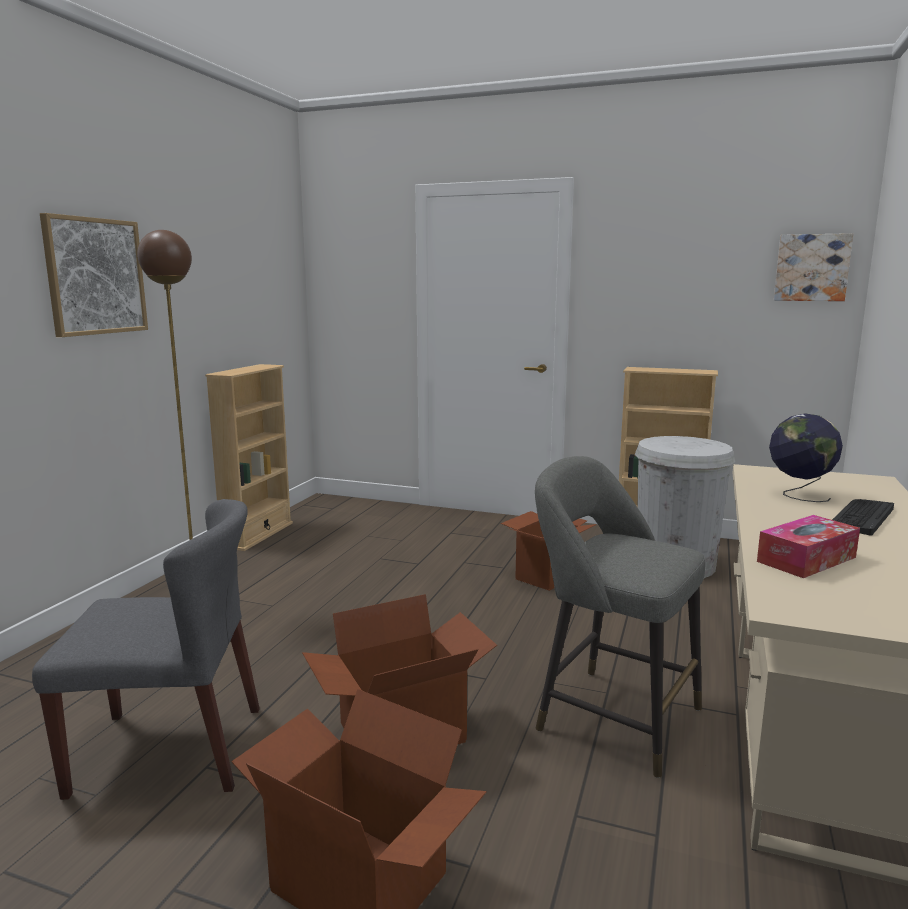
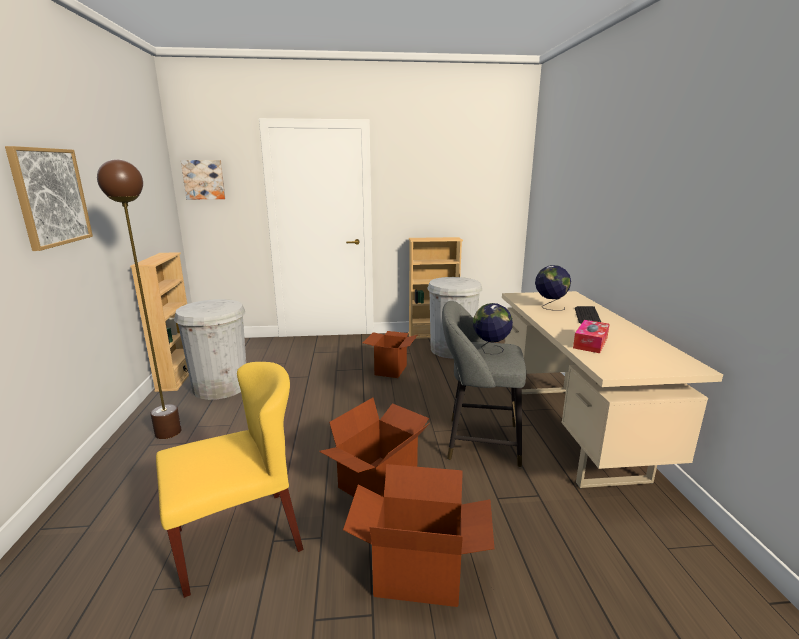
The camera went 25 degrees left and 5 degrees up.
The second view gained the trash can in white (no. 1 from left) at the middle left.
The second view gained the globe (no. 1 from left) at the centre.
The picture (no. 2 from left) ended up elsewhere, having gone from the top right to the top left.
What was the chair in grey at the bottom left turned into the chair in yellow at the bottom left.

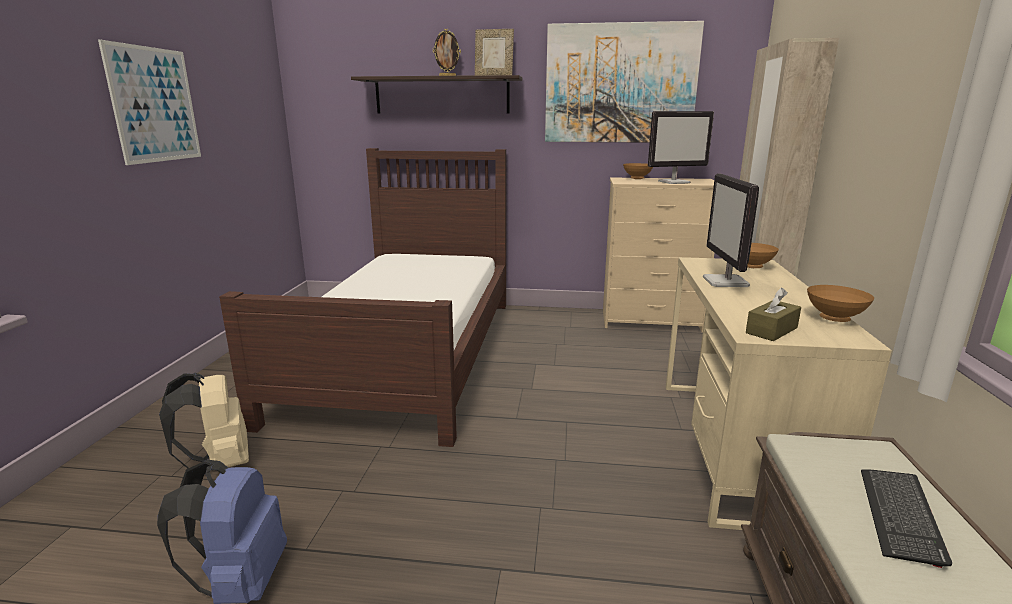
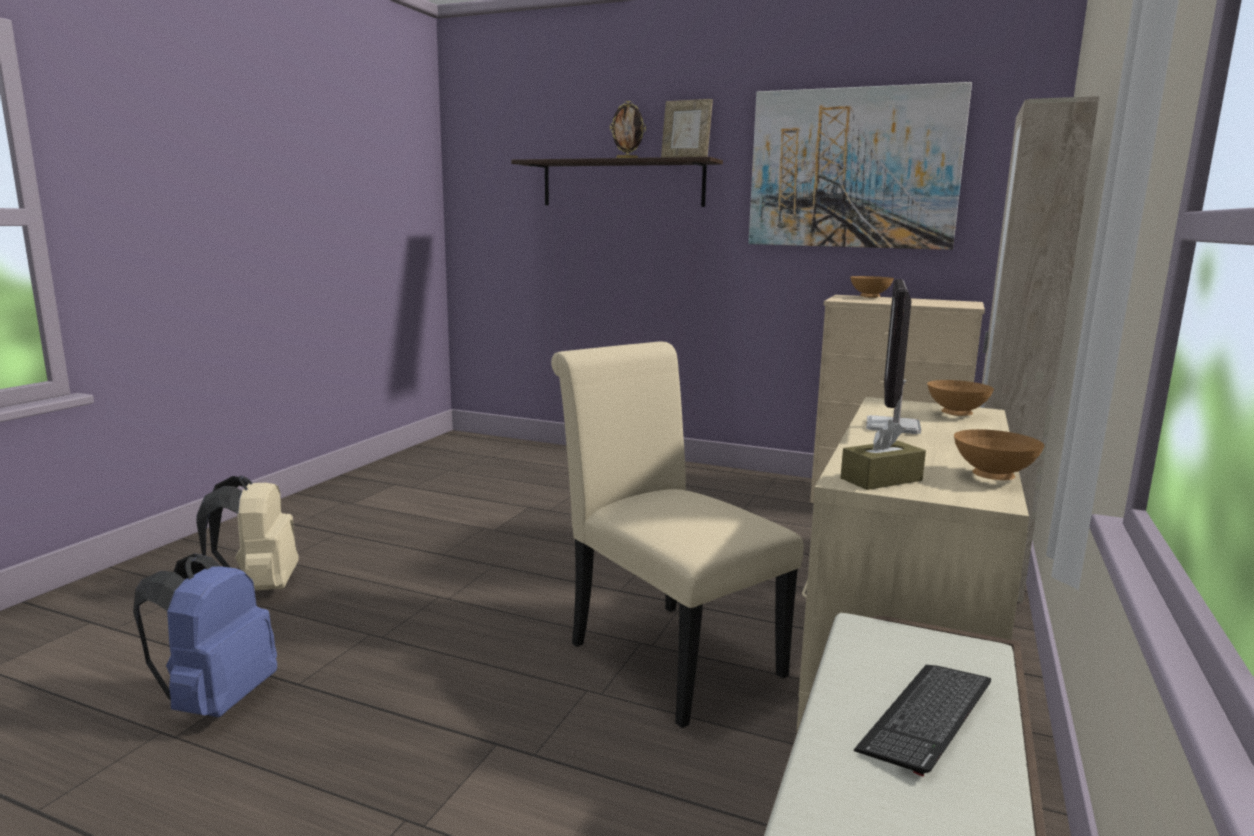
The camera went 15 degrees right and 5 degrees down.
The second view lost the picture (no. 1 from left) at the top left.
The second view lost the bed in brown at the centre.
The second view lost the monitor (no. 1 from left) at the top right.
The second view gained the chair in beige at the centre.

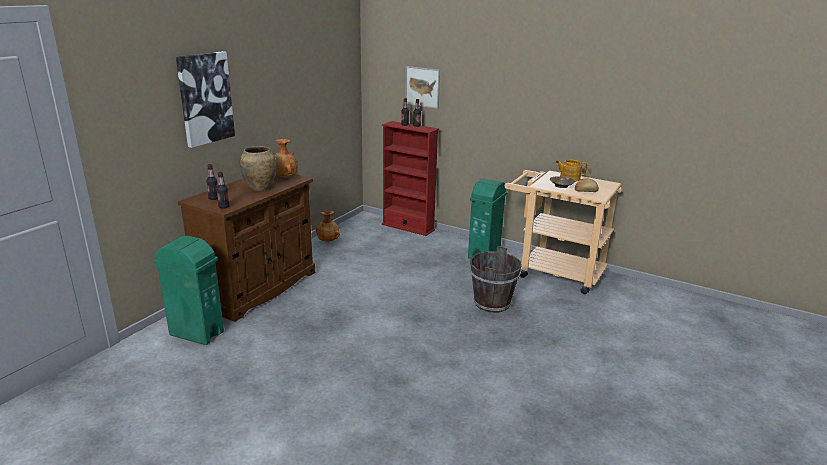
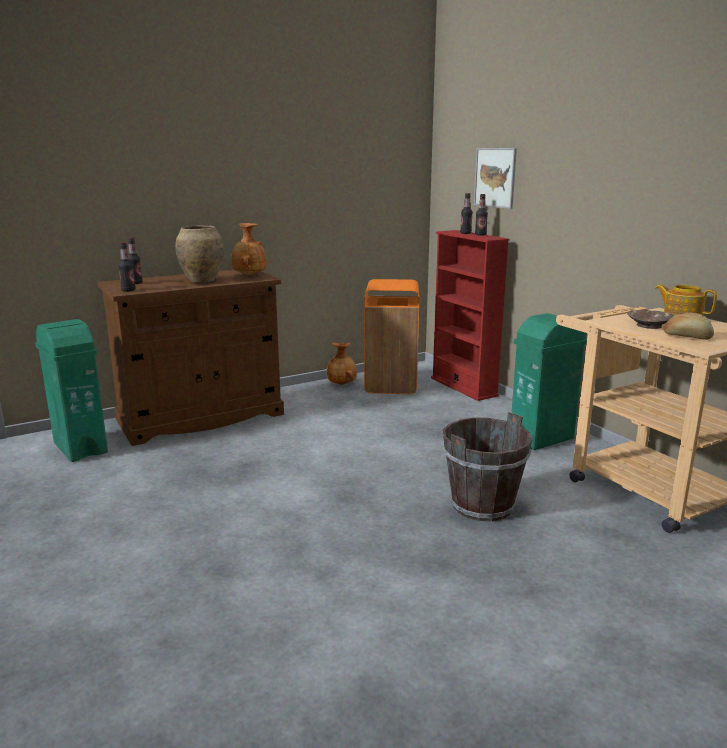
The camera went 30 degrees right and 5 degrees down.
The second view lost the picture (no. 1 from left) at the top left.
The second view gained the trash can in orange at the centre.

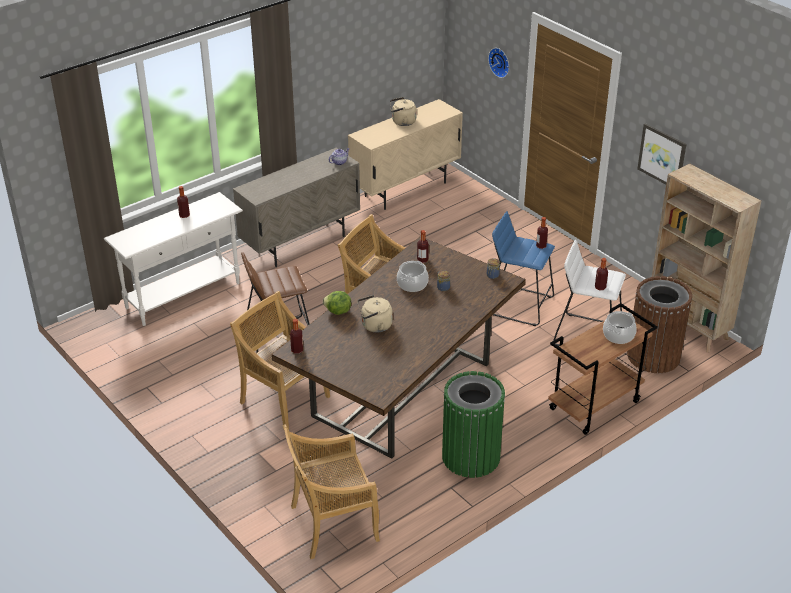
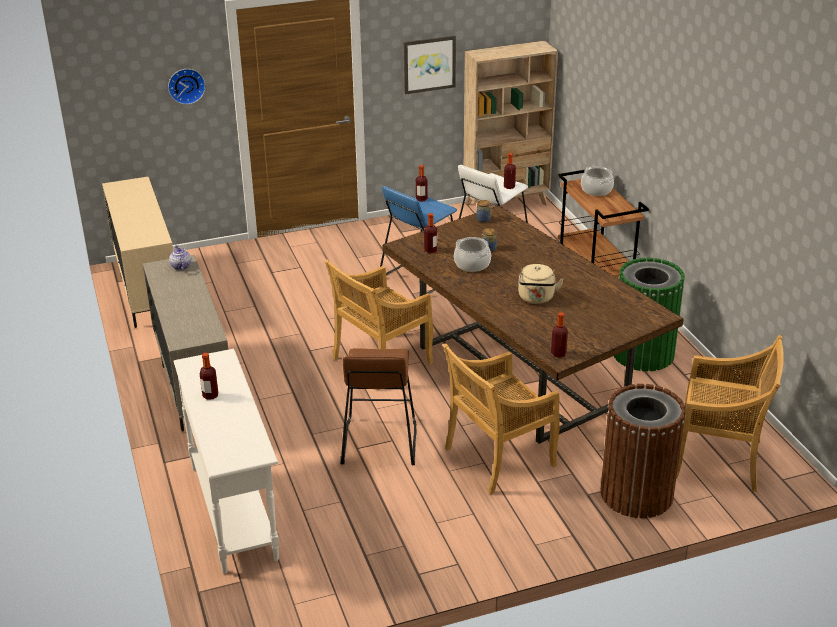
The camera went 70 degrees left and 5 degrees down.
The second view lost the lettuce at the centre.
The second view lost the kettle in beige (no. 2 from left) at the top centre.
The trash can in brown ended up elsewhere, having gone from the middle right to the bottom right.
The chair in beige (no. 2 from left in the first image) at the bottom centre ended up facing another way, 75 degrees counterclockwise from before.

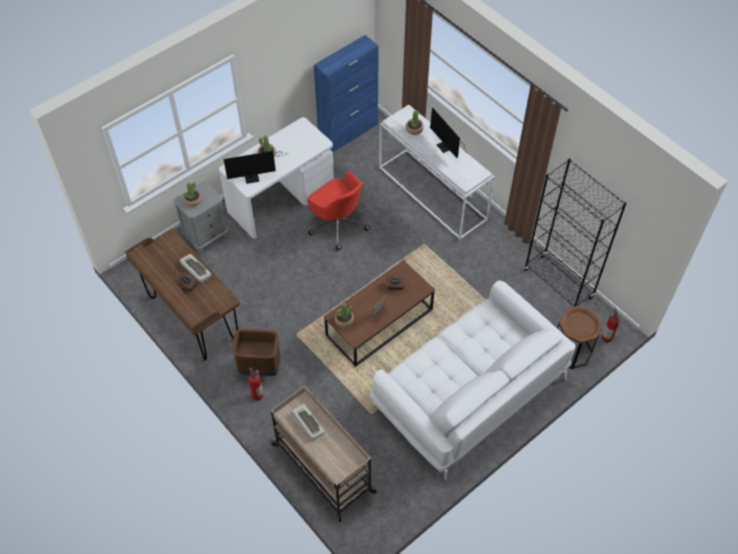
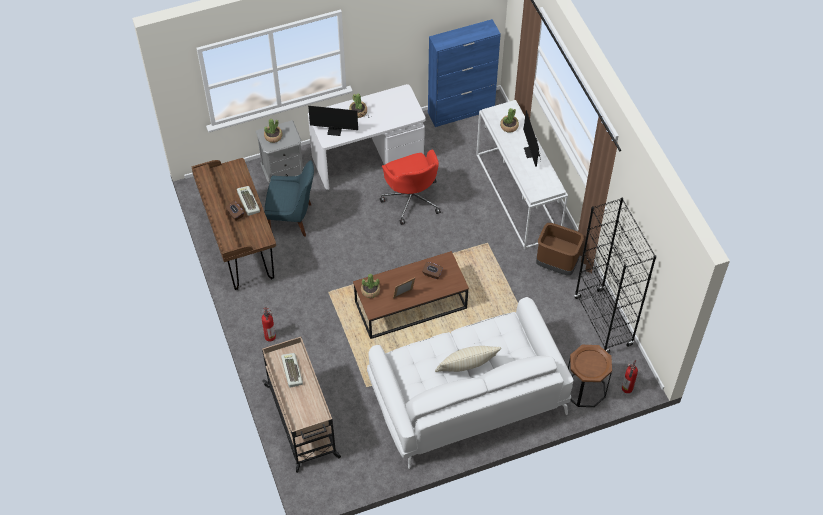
The camera went 20 degrees right and 0 degrees up.
The second view gained the chair in blue at the centre.
The second view gained the pillow in beige at the bottom centre.
The trash can in brown ended up elsewhere, having gone from the centre to the middle right.

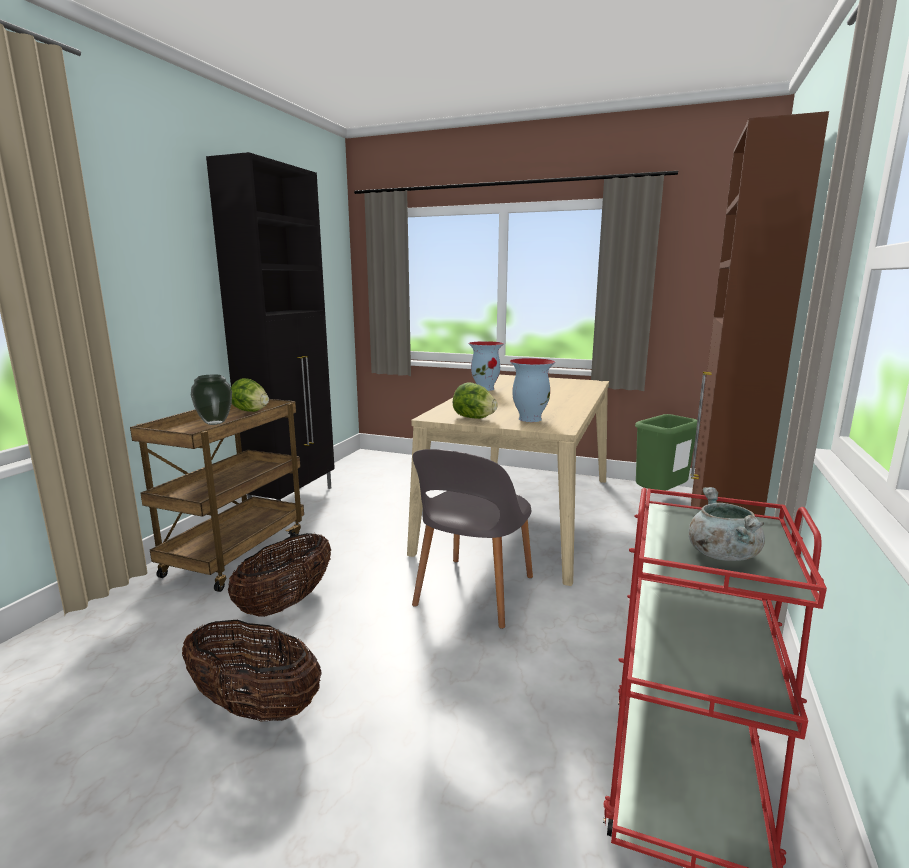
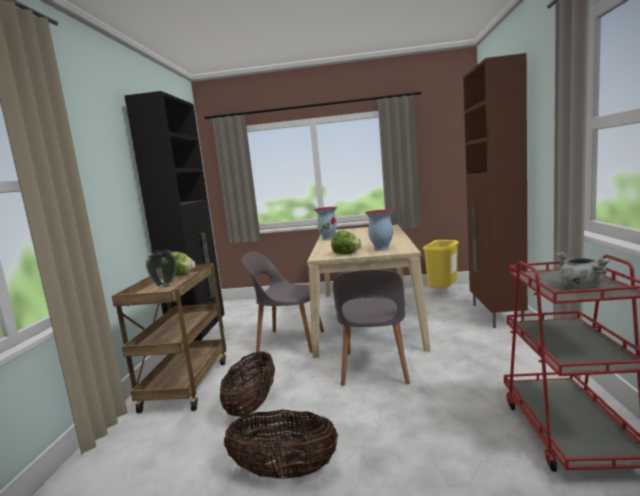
The camera went 15 degrees left and 5 degrees down.
The second view gained the chair in grey (no. 1 from left) at the centre.
What was the trash can in green at the middle right turned into the trash can in yellow at the middle right.

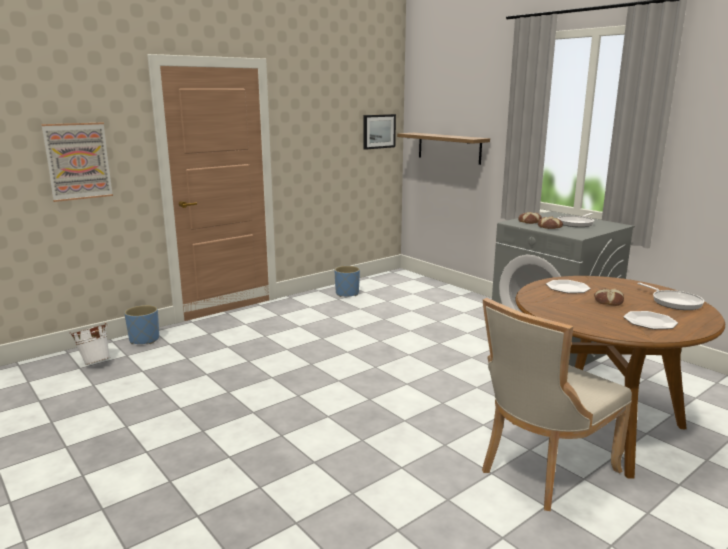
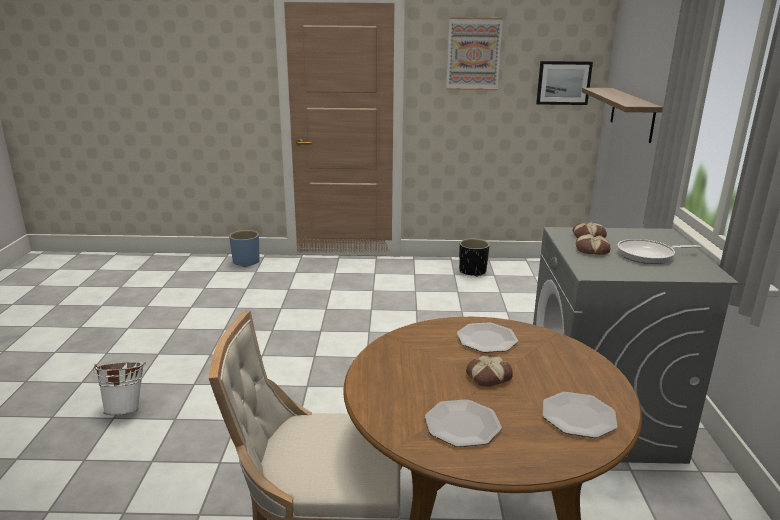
The camera went 40 degrees right and 5 degrees up.
The picture (no. 1 from left) ended up elsewhere, having gone from the top left to the top centre.
The bucket in white ended up elsewhere, having gone from the middle left to the bottom left.
Where the frying pan (no. 2 from left) stood at the middle right, the plate (no. 3 from left) came to stand at the bottom right.
What was the planter in blue (no. 2 from left) at the centre turned into the planter in black at the centre.

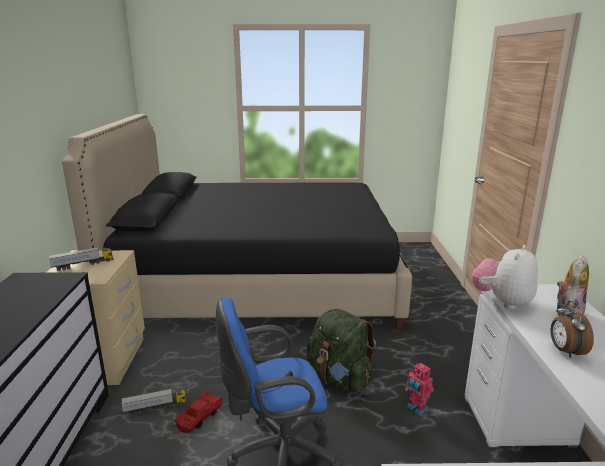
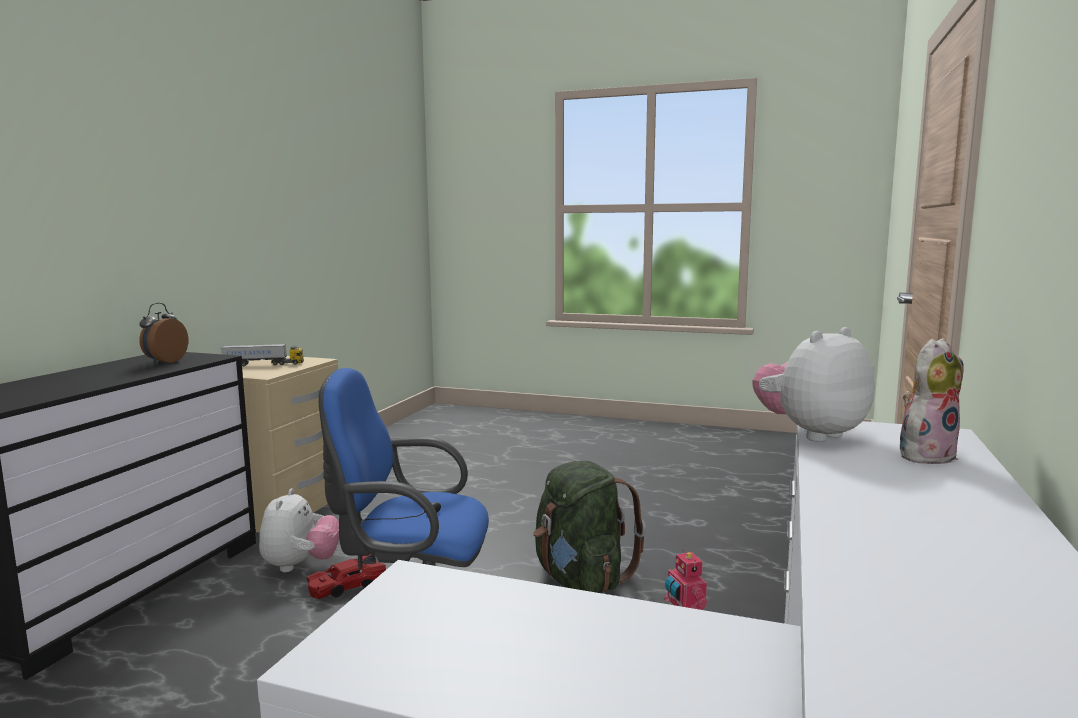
The camera went 20 degrees right and 10 degrees down.
The second view lost the bed in black at the centre.
The alarm clock ended up elsewhere, having gone from the bottom right to the middle left.
Where the toy truck (no. 2 from left) stood at the bottom left, the plush toy (no. 1 from left) came to stand at the bottom left.

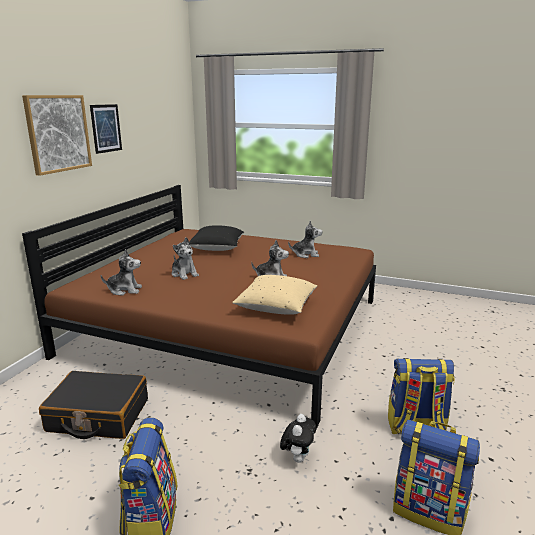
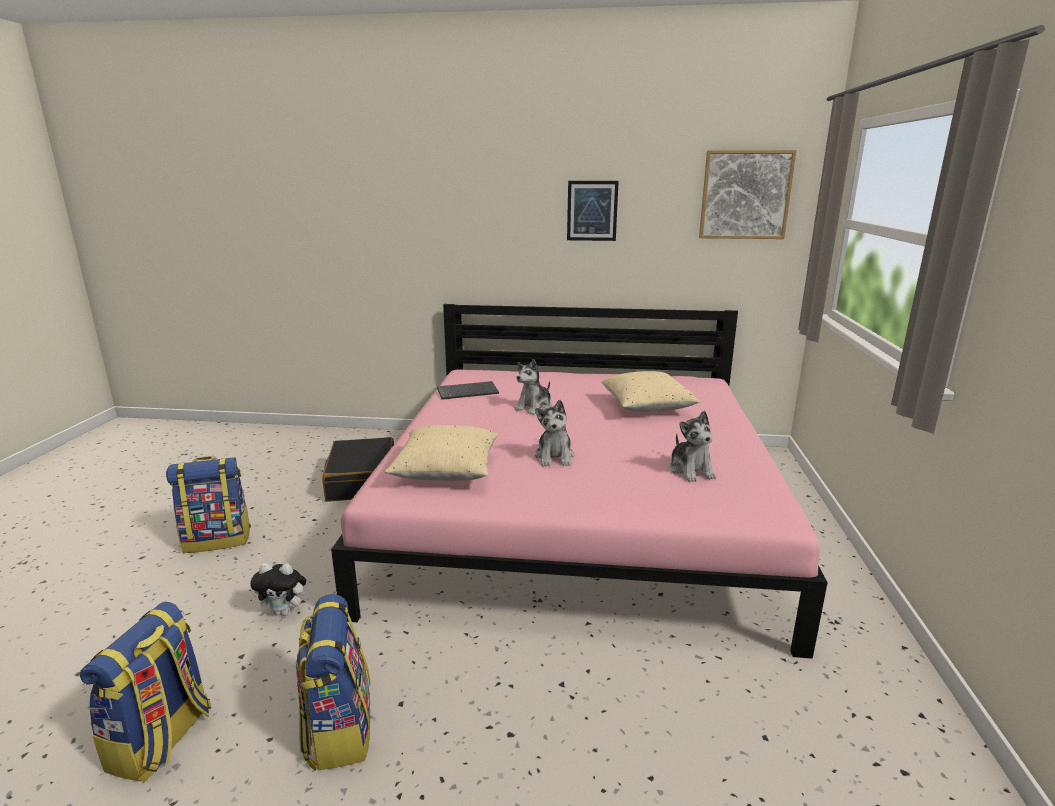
The camera went 75 degrees right and 0 degrees up.
The picture (no. 1 from left in the first image) ended up elsewhere, having gone from the top left to the top right.
Where the plush toy (no. 1 from left) stood at the middle left, the keyboard came to stand at the centre.
What was the bed in brown at the centre turned into the bed in pink at the centre.
What was the pillow in black at the centre turned into the pillow in beige (no. 2 from left) at the centre.

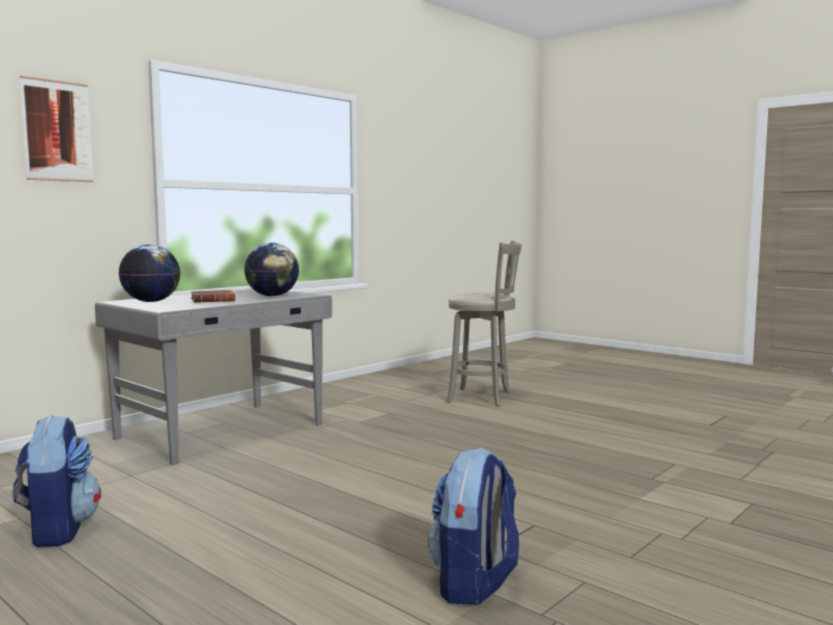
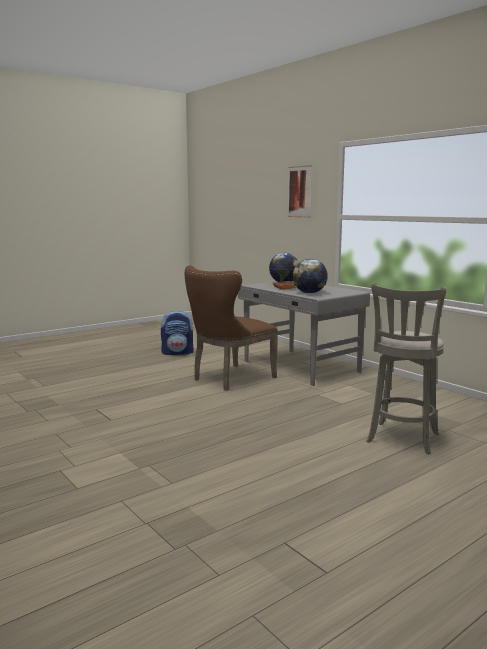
The camera went 100 degrees right and 5 degrees up.
The second view lost the backpack (no. 2 from left) at the bottom centre.
The second view gained the chair in brown at the centre.

